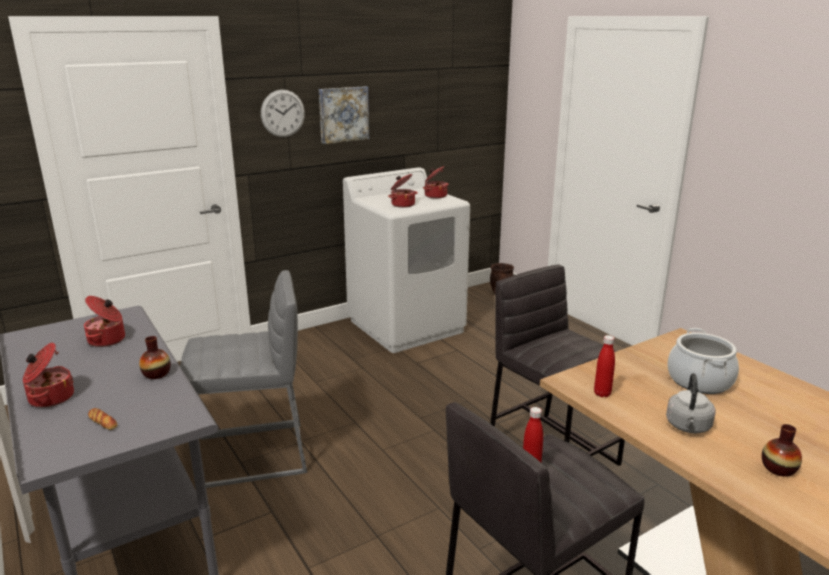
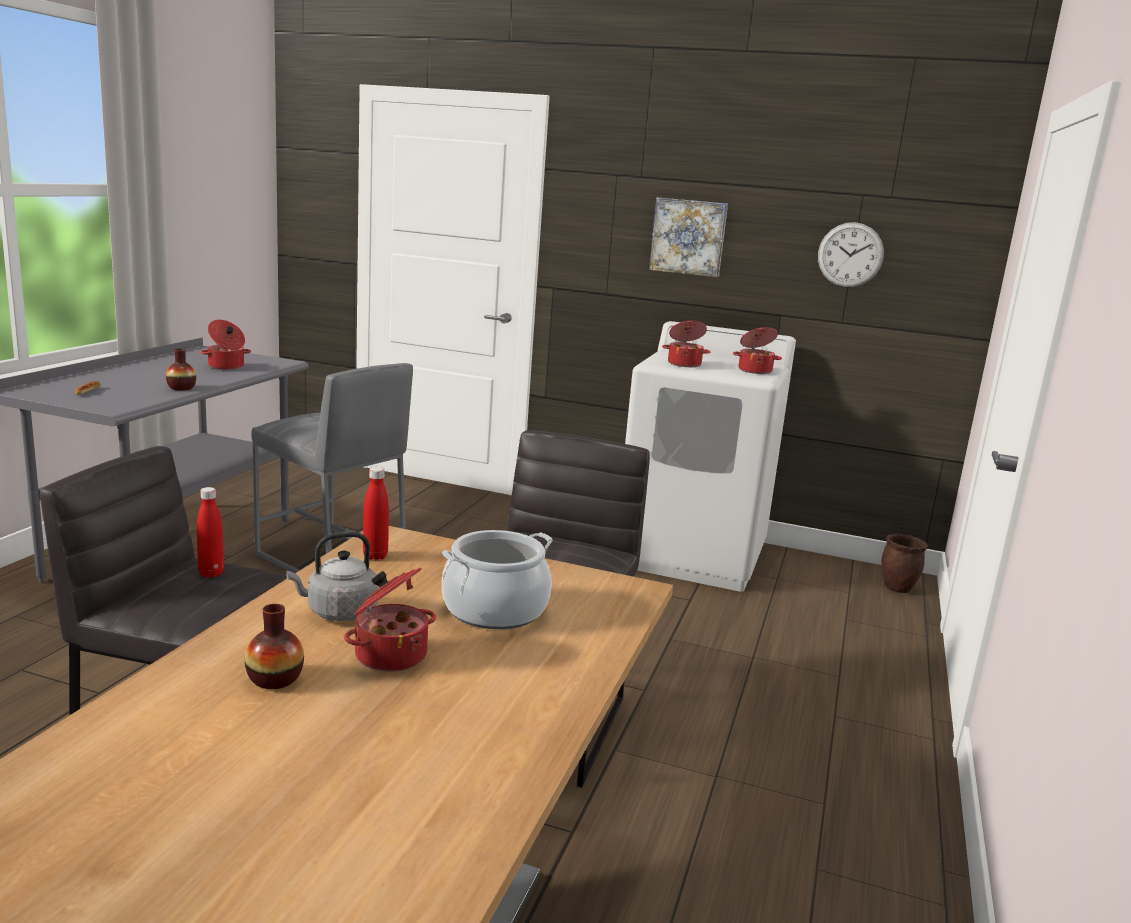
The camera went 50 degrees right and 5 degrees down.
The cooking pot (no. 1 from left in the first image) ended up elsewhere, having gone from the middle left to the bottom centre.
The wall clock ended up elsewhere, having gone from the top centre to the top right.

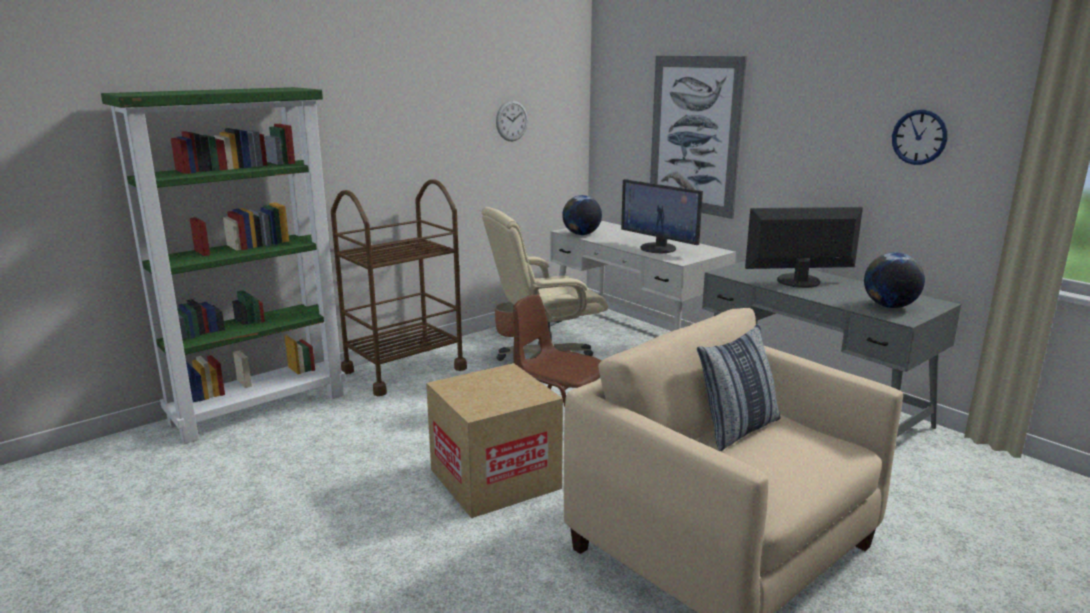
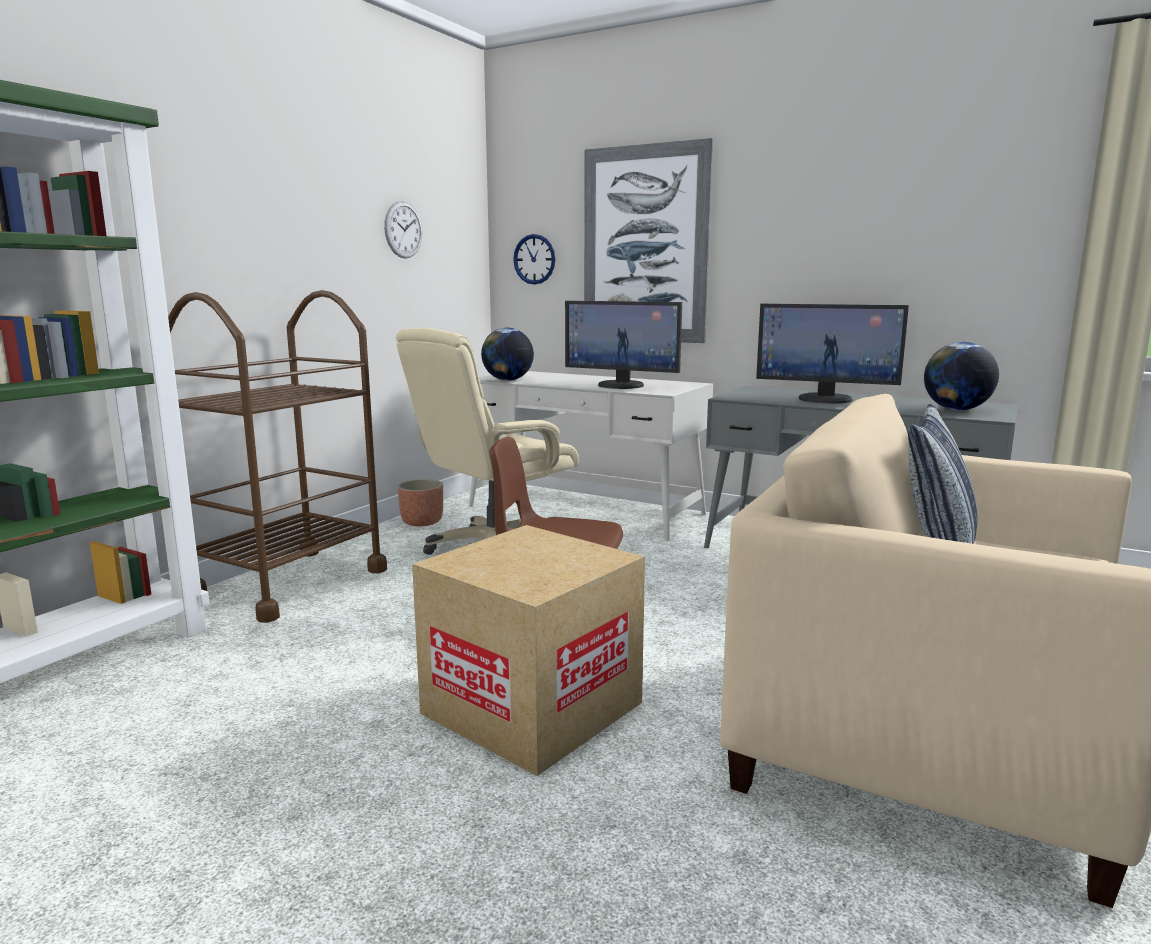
The camera went 20 degrees left and 5 degrees down.
The wall clock (no. 2 from left) ended up elsewhere, having gone from the top right to the top centre.
The monitor (no. 2 from left) at the middle right ended up facing another way, 135 degrees counterclockwise from before.

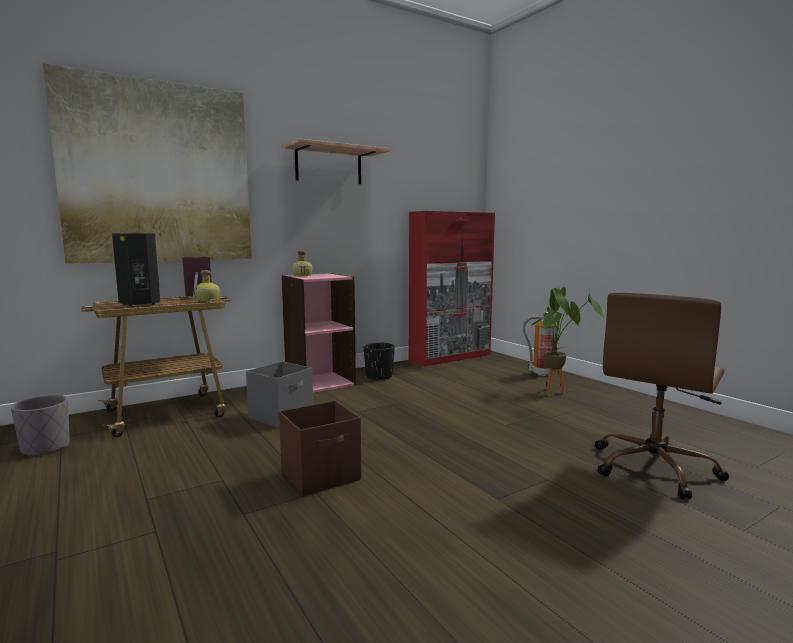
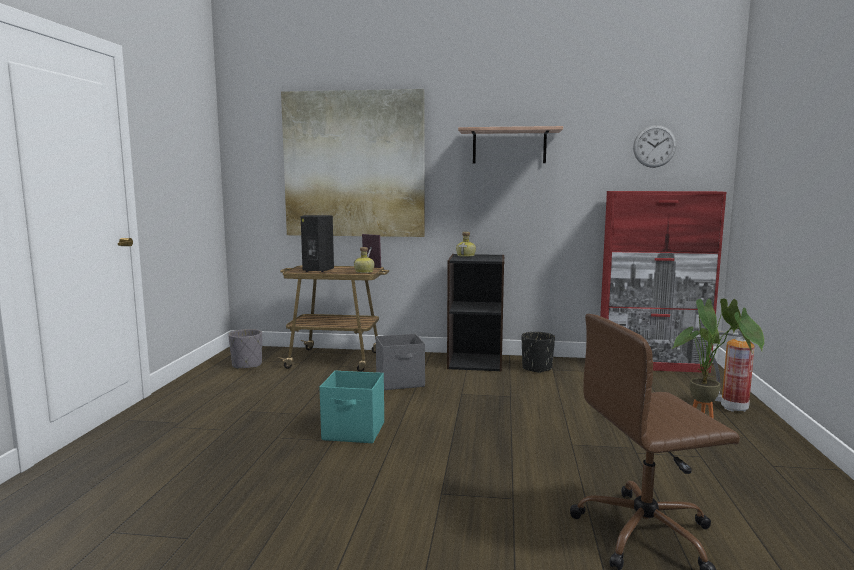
The camera went 40 degrees right and 0 degrees up.
The second view gained the wall clock at the top right.
What was the storage box in brown at the bottom centre turned into the storage box in turquoise at the bottom centre.
What was the bookcase in pink at the centre turned into the bookcase in black at the centre.

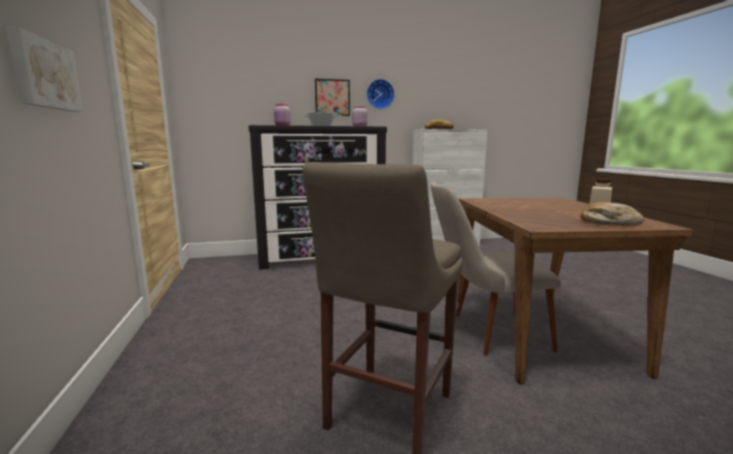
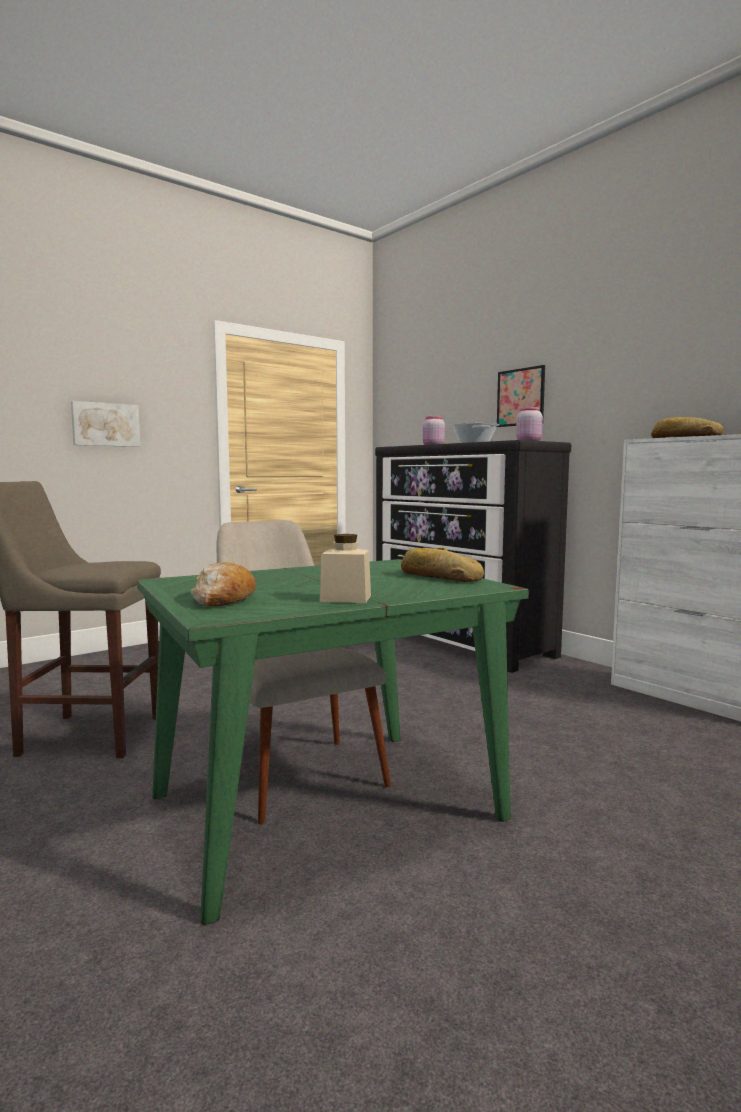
The camera went 65 degrees right and 5 degrees down.
The second view lost the wall clock at the top centre.
The second view gained the bread (no. 2 from left) at the centre.
What was the dining table in brown at the middle right turned into the dining table in green at the bottom centre.

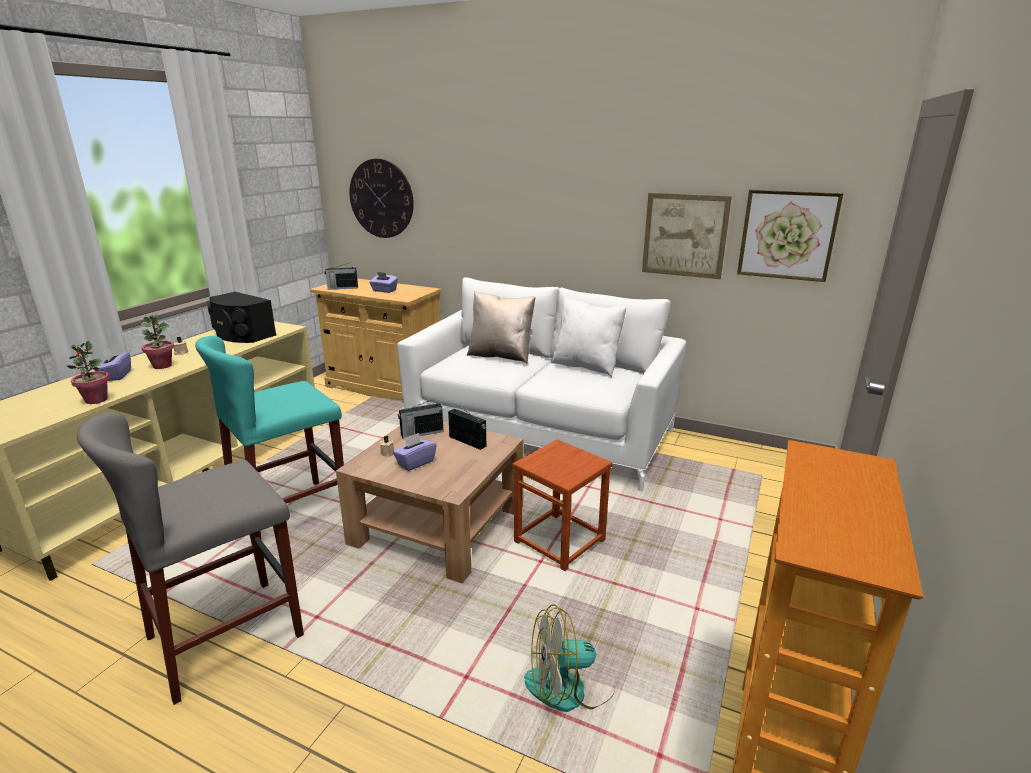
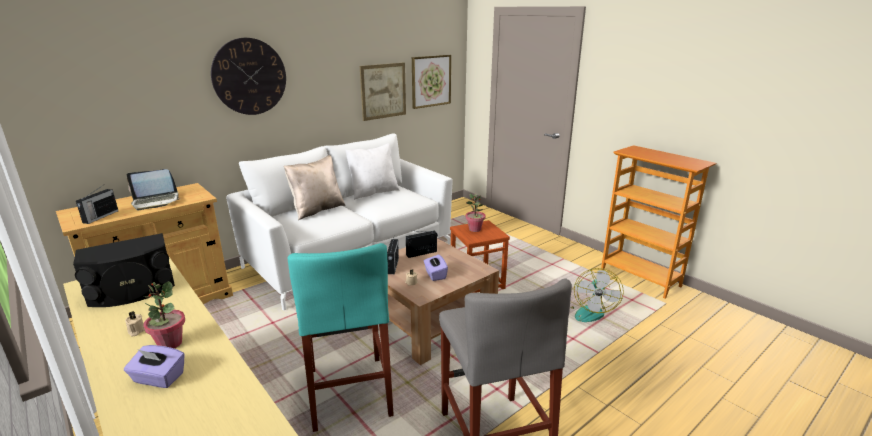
The camera went 65 degrees left and 0 degrees up.
The potted plant (no. 1 from left in the first image) ended up elsewhere, having gone from the middle left to the centre.
The wall clock ended up elsewhere, having gone from the top centre to the top left.
Where the tissue box in purple (no. 2 from left) stood at the centre, the laptop came to stand at the middle left.

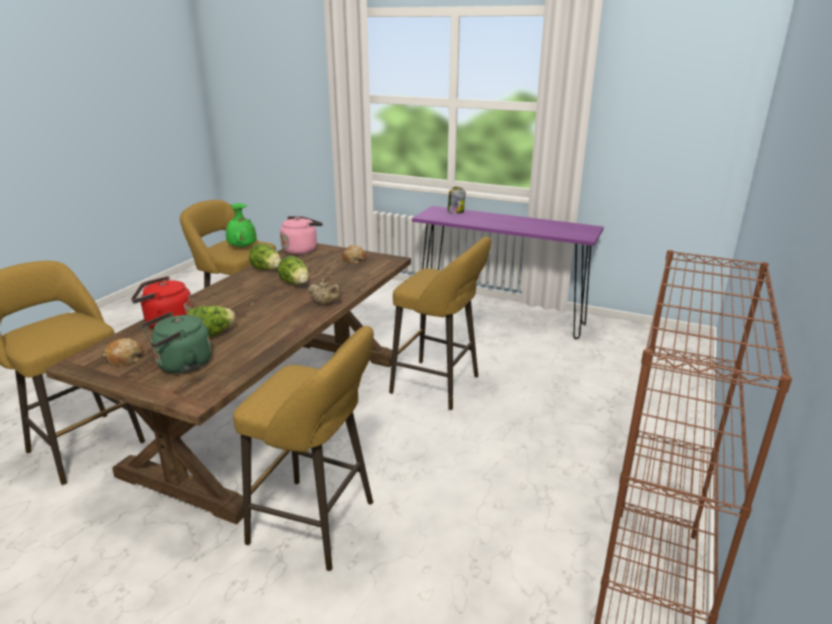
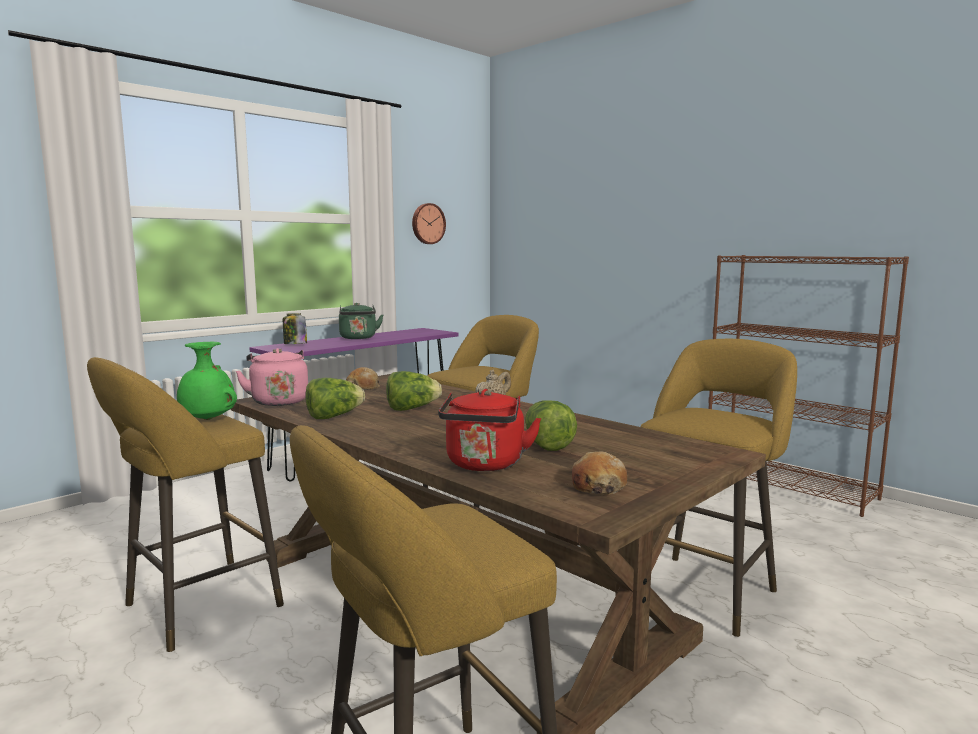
The camera went 70 degrees left and 15 degrees down.
The second view gained the wall clock at the top centre.
The kettle in green ended up elsewhere, having gone from the middle left to the centre.

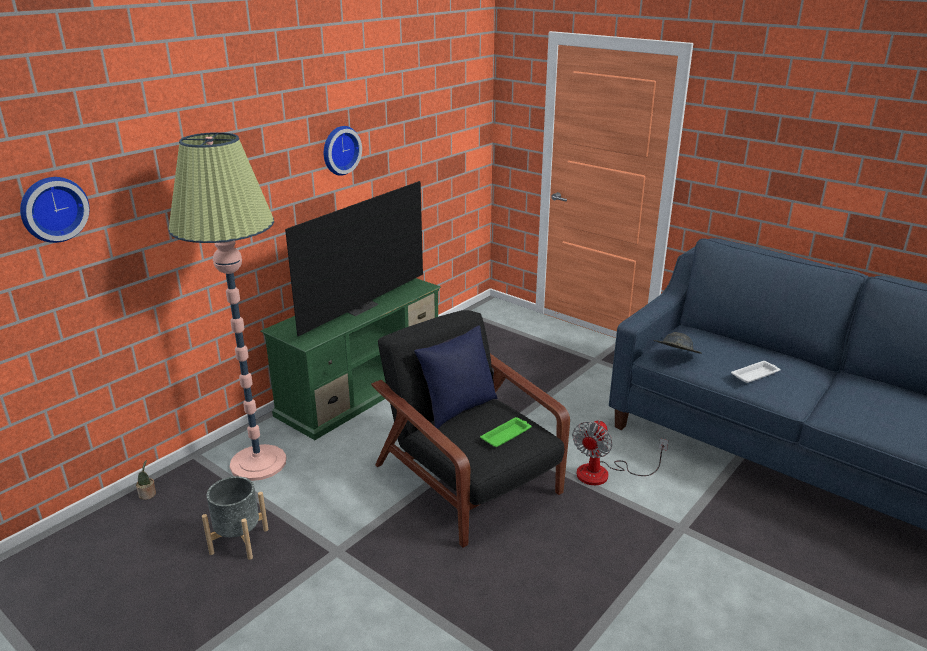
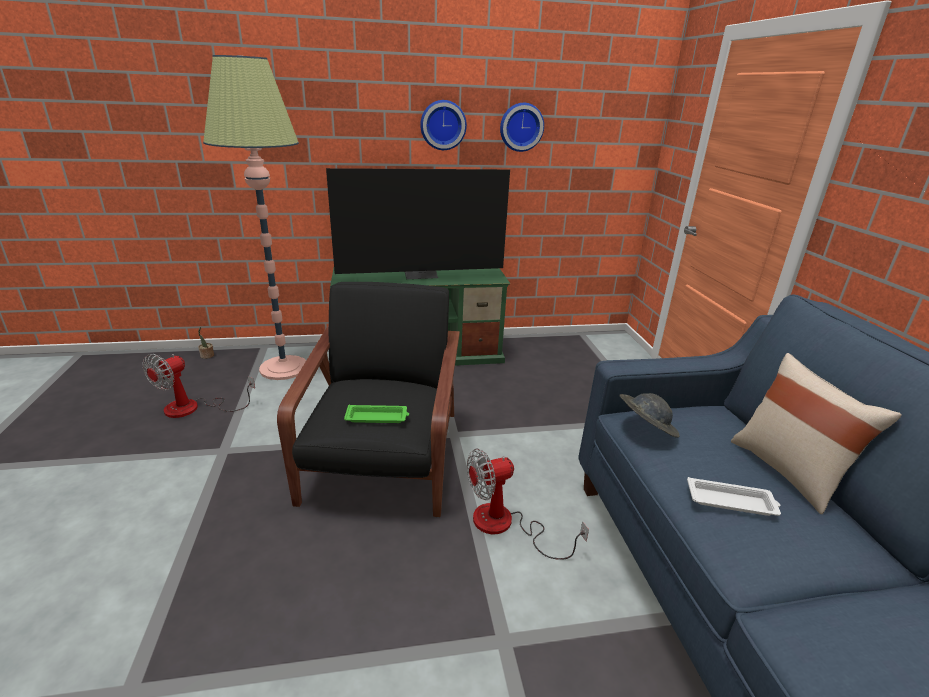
The camera went 40 degrees right and 0 degrees up.
The second view lost the pillow in blue at the centre.
The second view gained the pillow in beige at the middle right.
The wall clock (no. 1 from left in the first image) ended up elsewhere, having gone from the top left to the top centre.
Where the planter in grey stood at the bottom left, the fan (no. 1 from left) came to stand at the middle left.

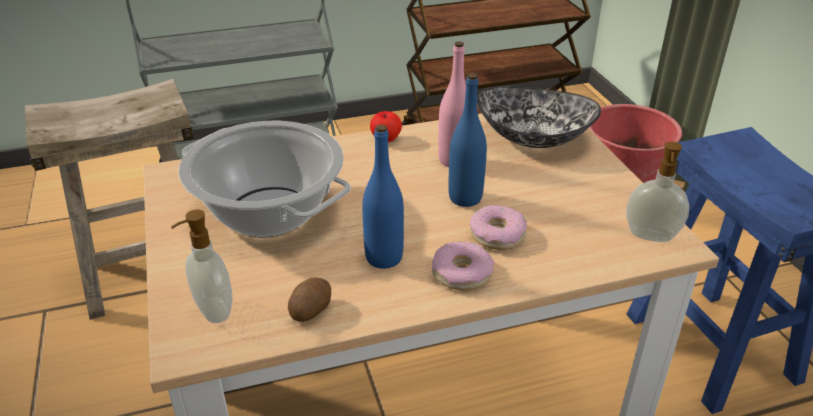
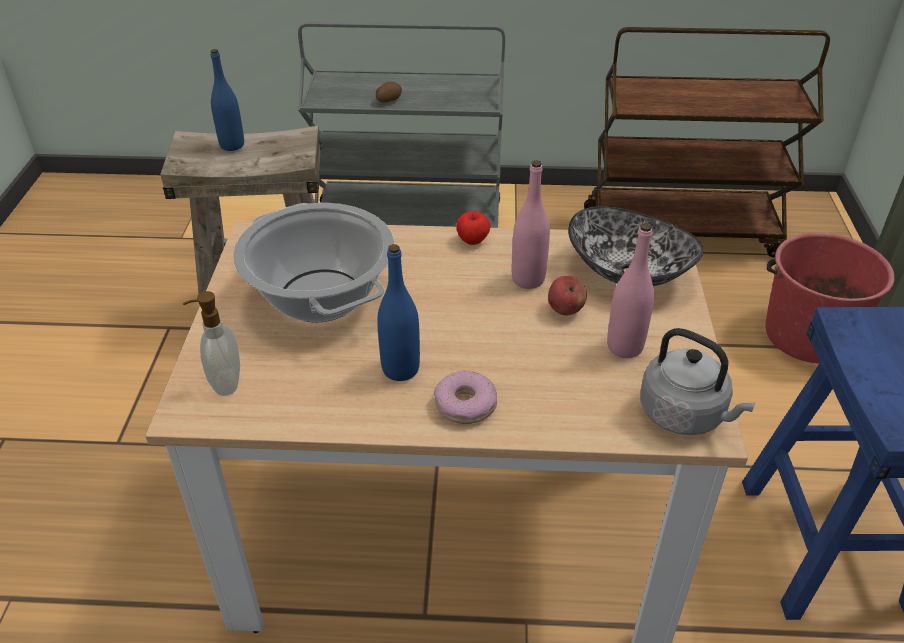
The camera went 20 degrees right and 5 degrees up.
The second view lost the donut (no. 2 from left) at the centre.
The second view gained the apple (no. 2 from left) at the centre.
The second view gained the bottle in pink (no. 2 from left) at the middle right.
The potato ended up elsewhere, having gone from the bottom centre to the top centre.
The bottle in blue (no. 2 from left in the first image) ended up elsewhere, having gone from the centre to the top left.
Where the soap dispenser (no. 2 from left) stood at the middle right, the kettle in grey came to stand at the middle right.

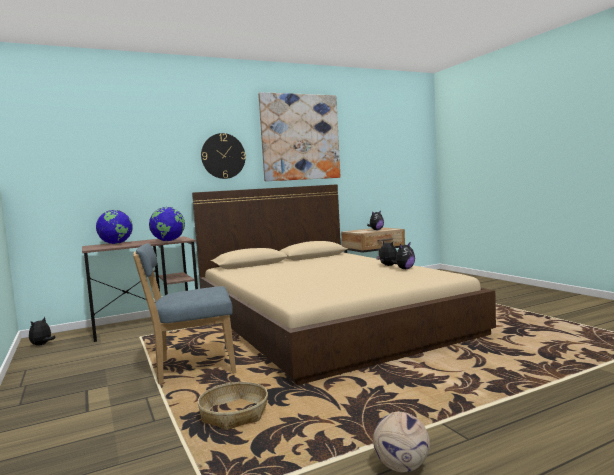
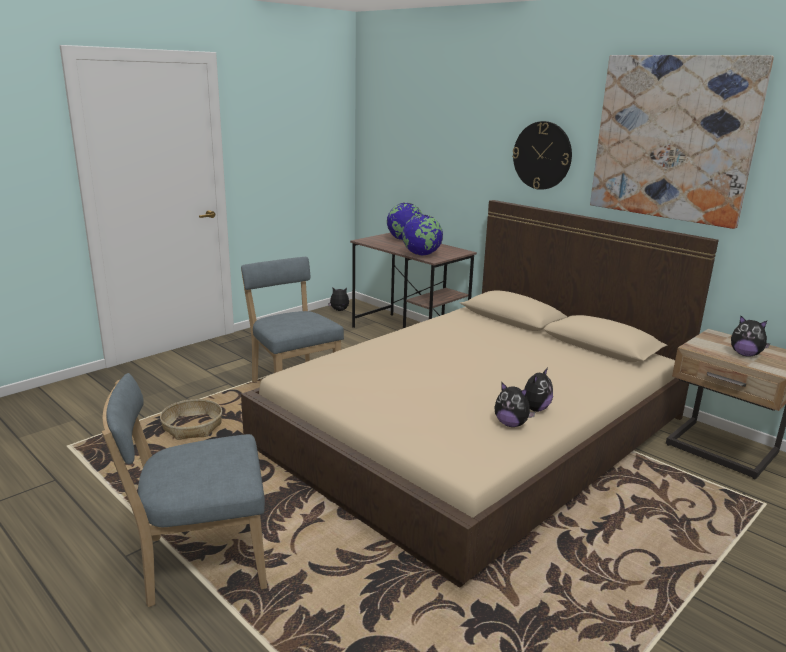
The camera went 70 degrees right and 15 degrees up.
The second view lost the football at the bottom centre.
The second view gained the chair in blue (no. 1 from left) at the bottom left.

